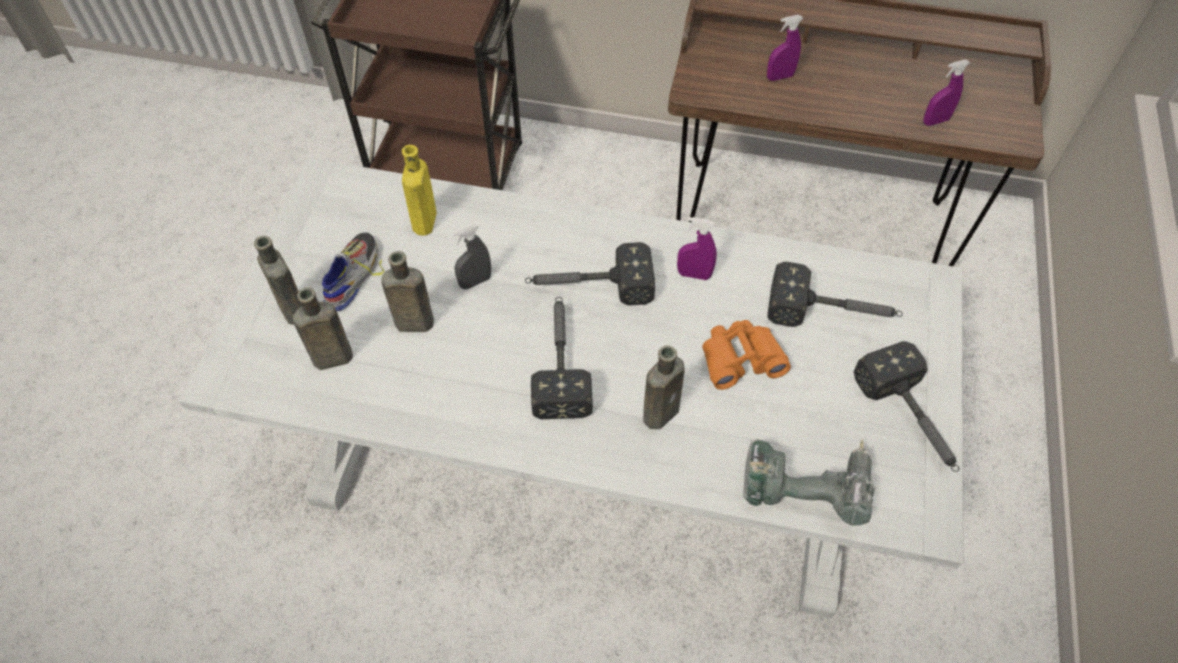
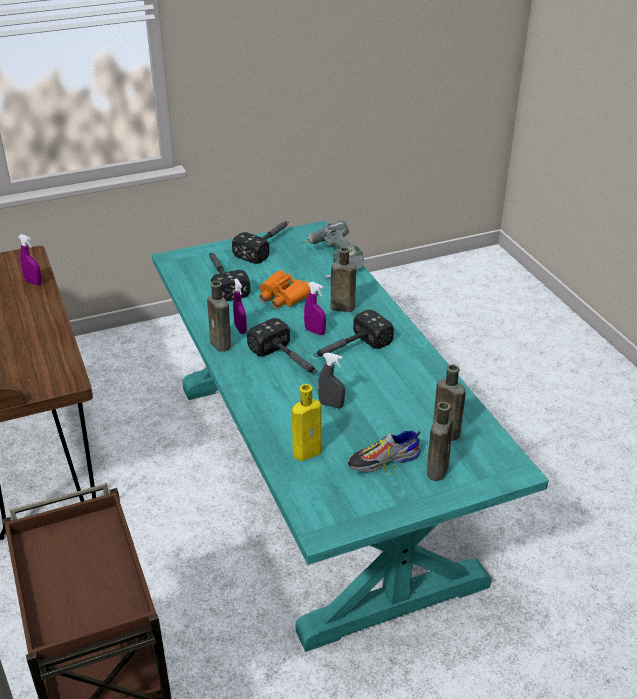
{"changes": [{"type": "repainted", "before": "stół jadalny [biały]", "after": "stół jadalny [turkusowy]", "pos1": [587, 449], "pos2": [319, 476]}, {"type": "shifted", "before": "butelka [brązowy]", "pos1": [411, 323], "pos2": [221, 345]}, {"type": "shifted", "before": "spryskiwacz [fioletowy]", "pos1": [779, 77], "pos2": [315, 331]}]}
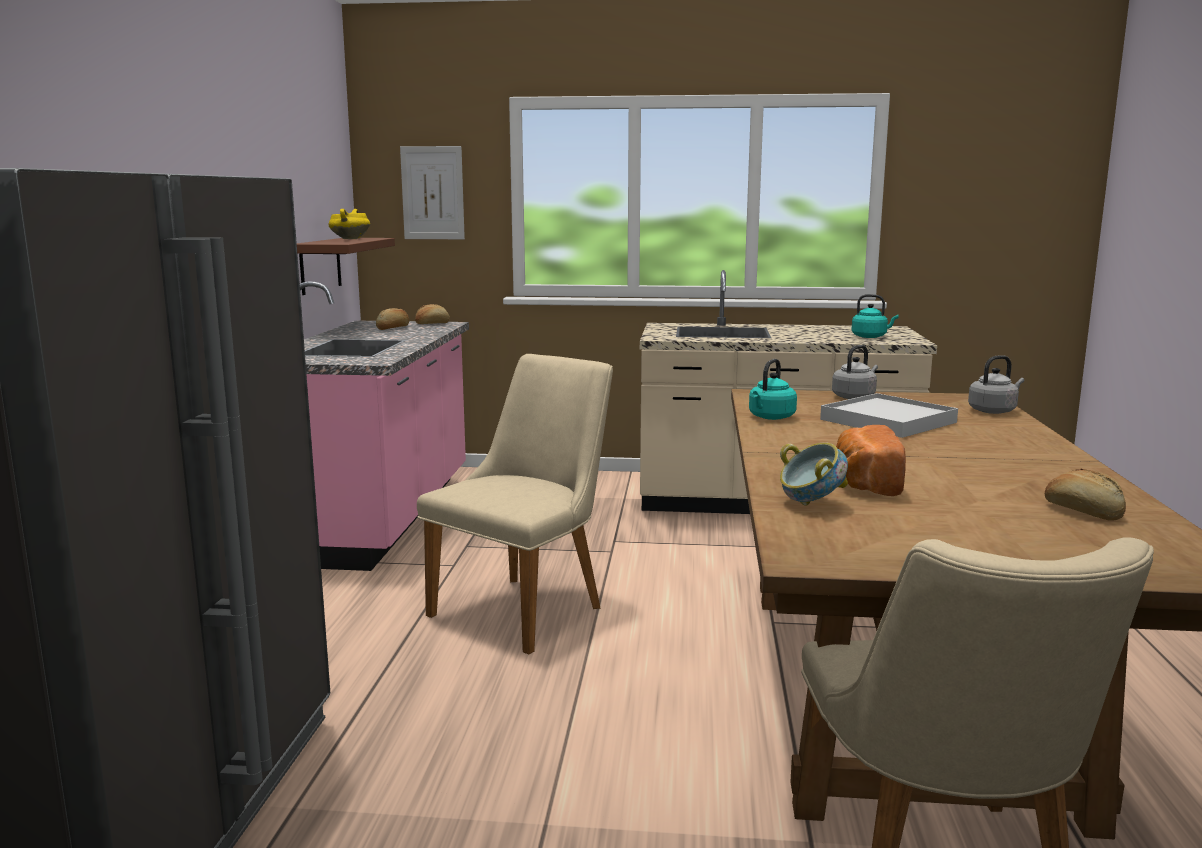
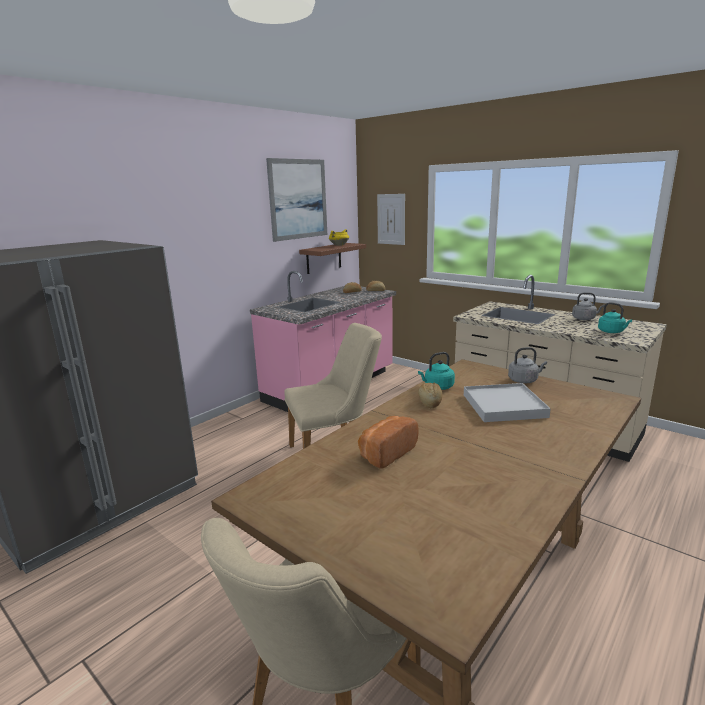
{"changes": [{"type": "new", "after": "obraz", "pos2": [298, 199]}, {"type": "shifted", "before": "chleb", "pos1": [1083, 511], "pos2": [430, 402]}, {"type": "shifted", "before": "czajnik [szary]", "pos1": [993, 411], "pos2": [584, 319]}, {"type": "gone", "before": "miska", "pos1": [810, 504]}]}
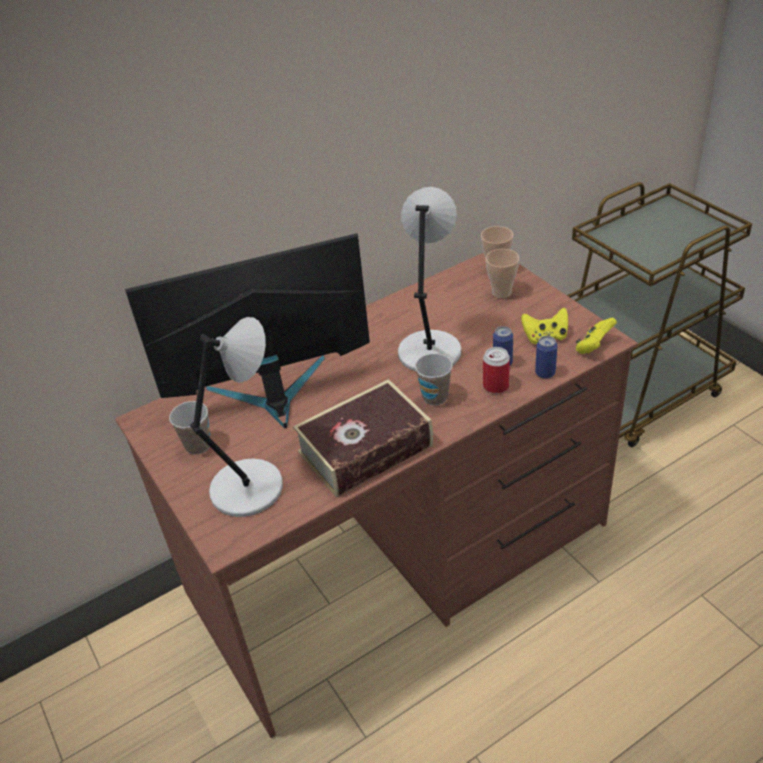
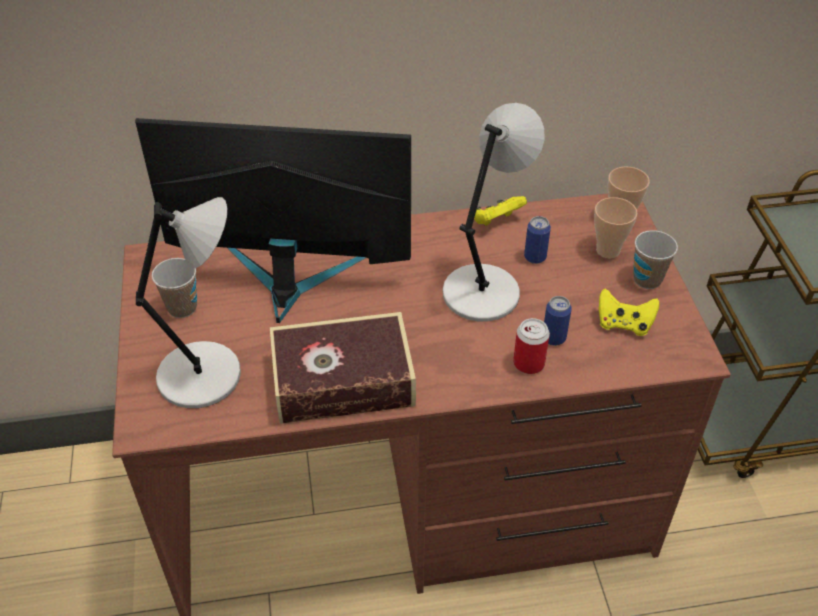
{"changes": [{"type": "shifted", "before": "pad do gier [żółty]", "pos1": [593, 347], "pos2": [497, 221]}, {"type": "shifted", "before": "puszka", "pos1": [545, 373], "pos2": [535, 257]}, {"type": "shifted", "before": "filiżanka", "pos1": [435, 397], "pos2": [647, 279]}]}
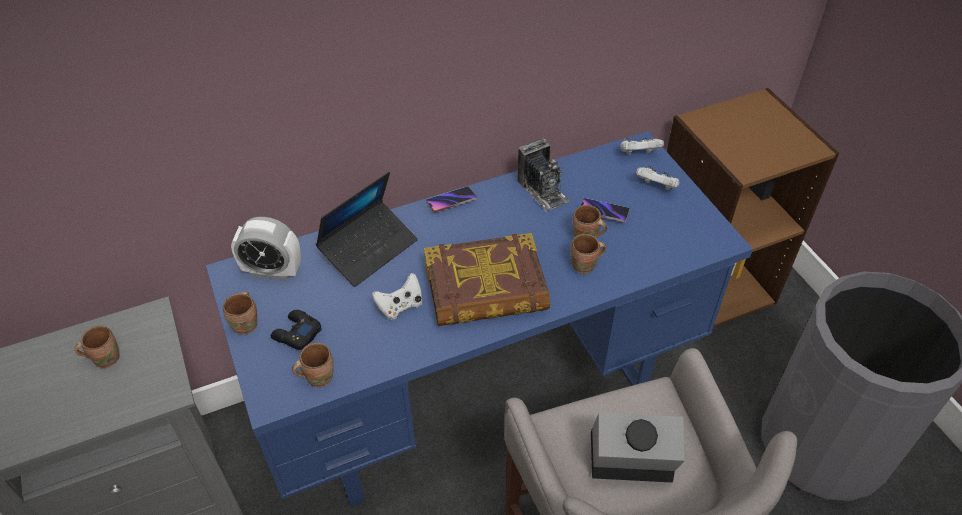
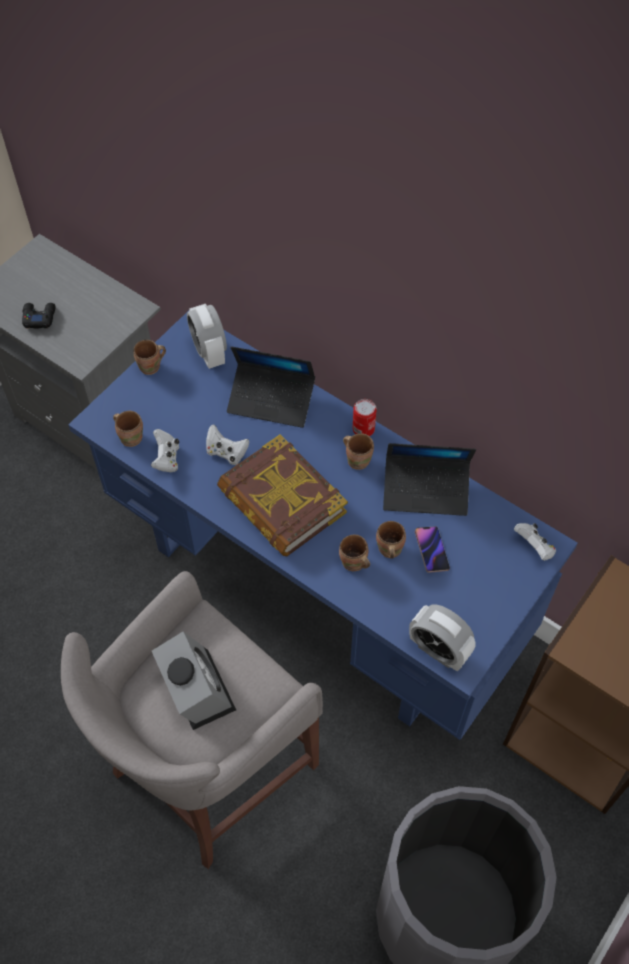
{"changes": [{"type": "shifted", "before": "pad do gier [czarny]", "pos1": [296, 334], "pos2": [39, 317]}, {"type": "shifted", "before": "pad do gier [biały]", "pos1": [656, 187], "pos2": [167, 459]}, {"type": "shifted", "before": "kubek [brązowy]", "pos1": [105, 357], "pos2": [358, 459]}, {"type": "swapped", "before": "telefon", "after": "puszka", "pos1": [451, 201], "pos2": [363, 429]}, {"type": "swapped", "before": "aparat fotograficzny", "after": "laptop", "pos1": [543, 190], "pos2": [426, 490]}, {"type": "new", "after": "budzik", "pos2": [438, 650]}]}
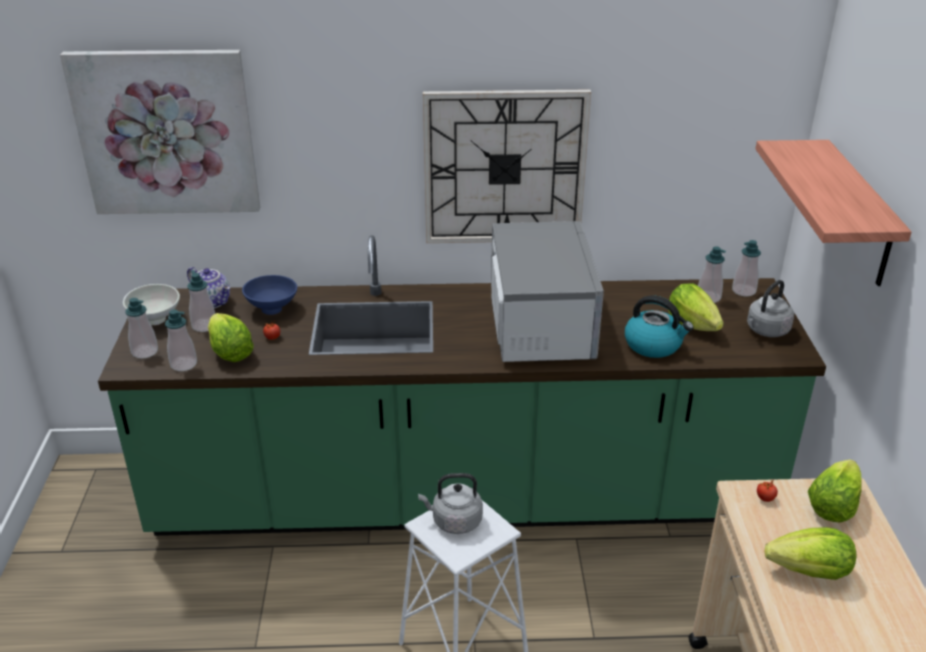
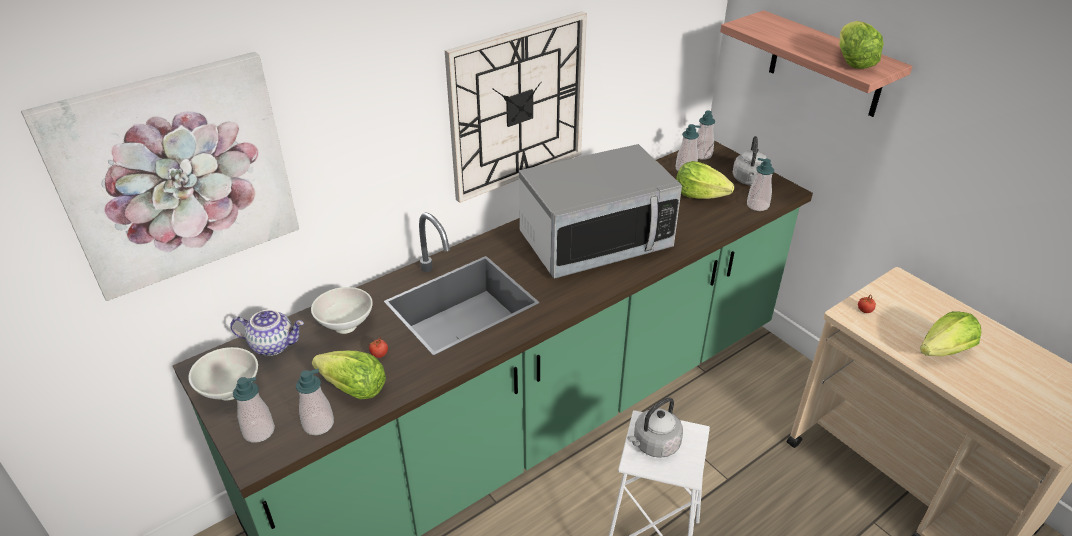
{"changes": [{"type": "repainted", "before": "miska [niebieski]", "after": "miska [biały]", "pos1": [272, 308], "pos2": [344, 325]}, {"type": "rotated", "before": "mikrofalówka", "pos1": [539, 325], "pos2": [595, 241], "turn": 105}, {"type": "shifted", "before": "dozownik mydła", "pos1": [204, 326], "pos2": [757, 205]}, {"type": "shifted", "before": "sałata", "pos1": [832, 506], "pos2": [853, 62]}, {"type": "gone", "before": "czajnik", "pos1": [654, 345]}]}
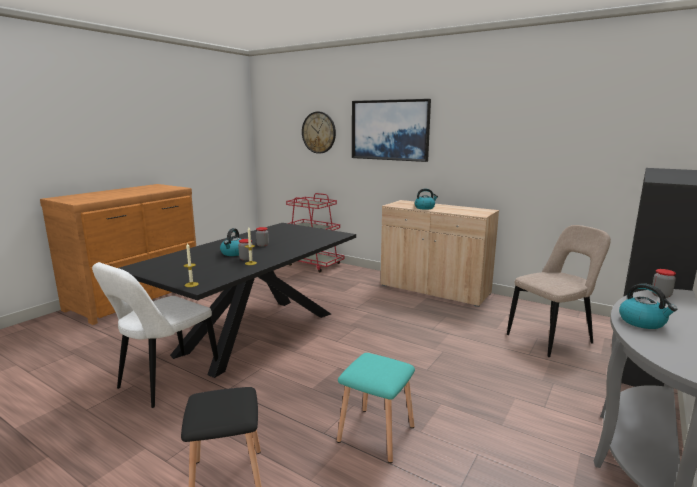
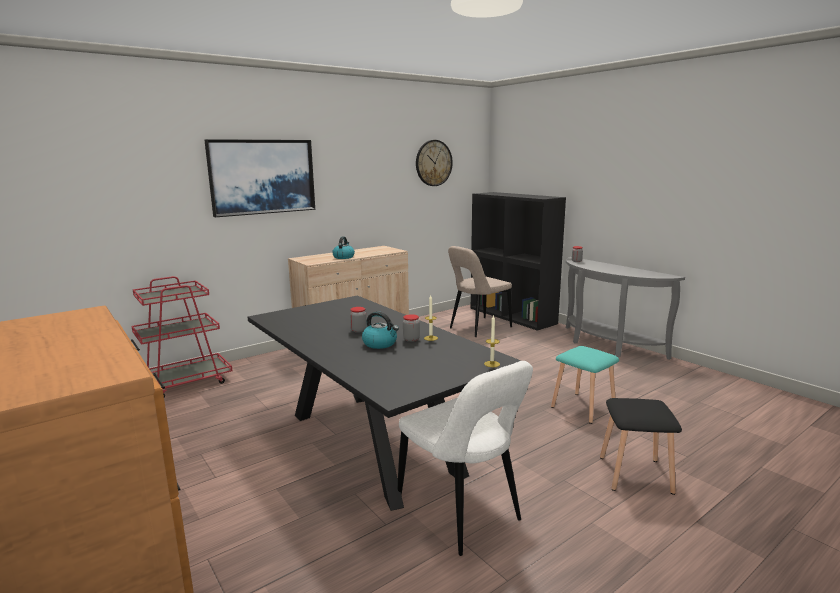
{"changes": [{"type": "shifted", "before": "zegar ścienny", "pos1": [319, 132], "pos2": [433, 163]}, {"type": "rotated", "before": "krzesło [beżowy]", "pos1": [552, 338], "pos2": [478, 328], "turn": -120}, {"type": "gone", "before": "czajnik", "pos1": [643, 322]}]}
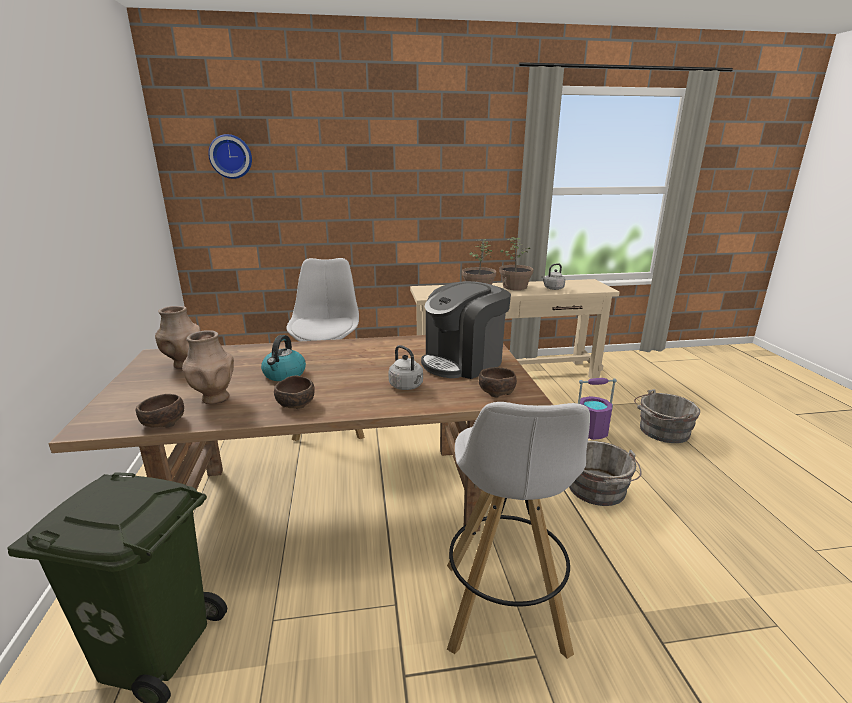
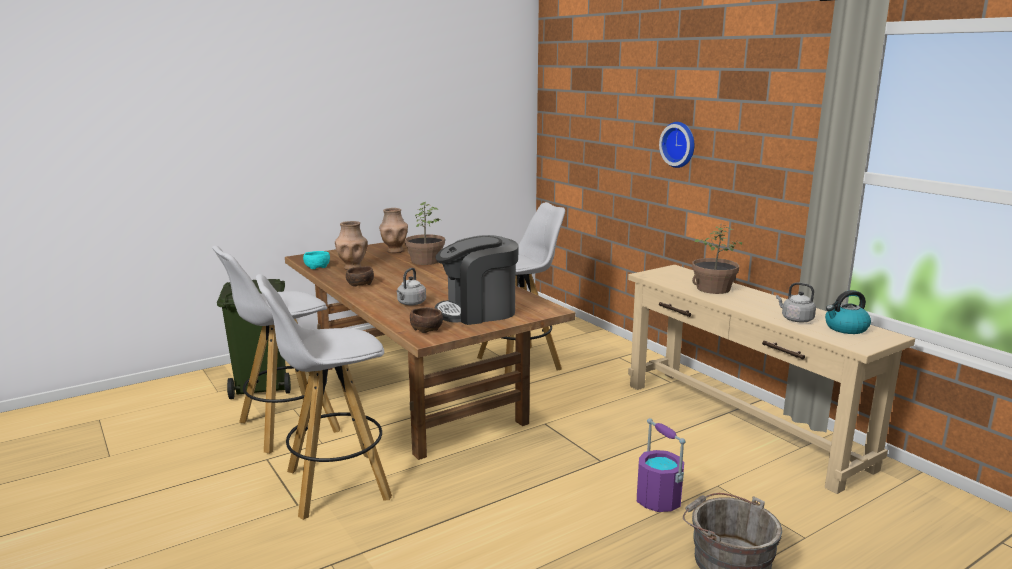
{"changes": [{"type": "new", "after": "stołek [biały]", "pos2": [287, 427]}, {"type": "repainted", "before": "miska [brązowy]", "after": "miska [turkusowy]", "pos1": [162, 422], "pos2": [317, 266]}, {"type": "shifted", "before": "roślina doniczkowa", "pos1": [515, 287], "pos2": [425, 261]}, {"type": "rotated", "before": "ekspres do kawy", "pos1": [463, 362], "pos2": [478, 311], "turn": -45}, {"type": "shifted", "before": "zegar ścienny", "pos1": [231, 156], "pos2": [680, 144]}, {"type": "shifted", "before": "czajnik", "pos1": [284, 374], "pos2": [845, 328]}, {"type": "gone", "before": "wiadro [szary]", "pos1": [598, 490]}]}
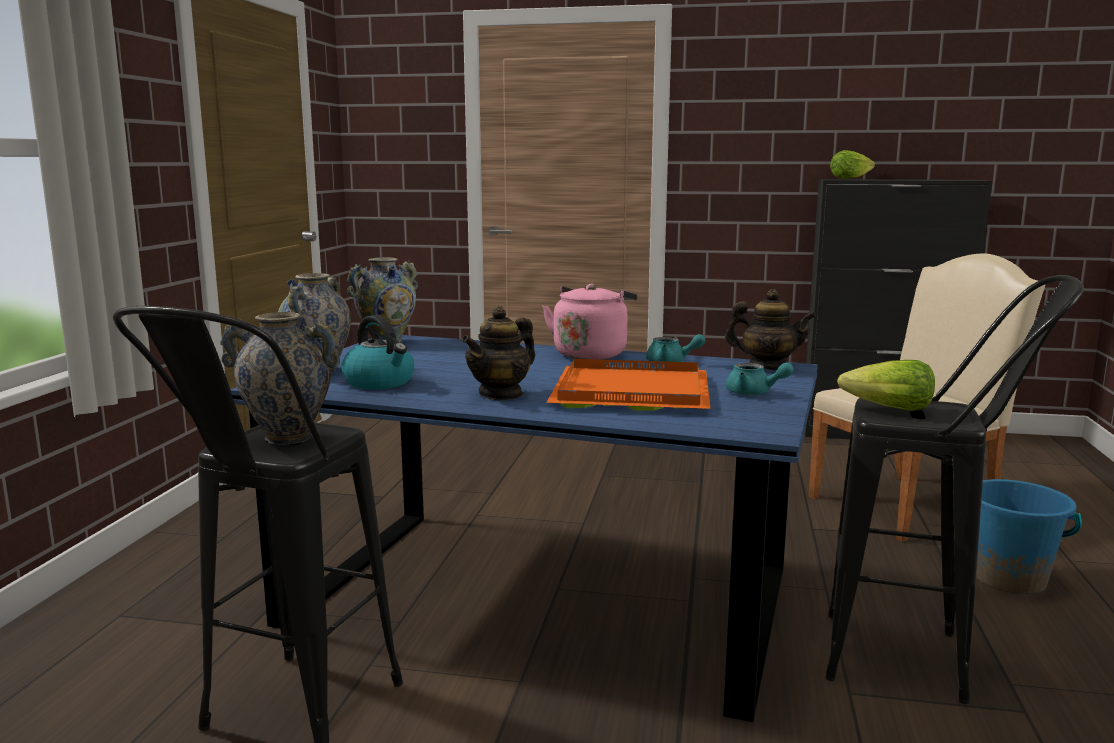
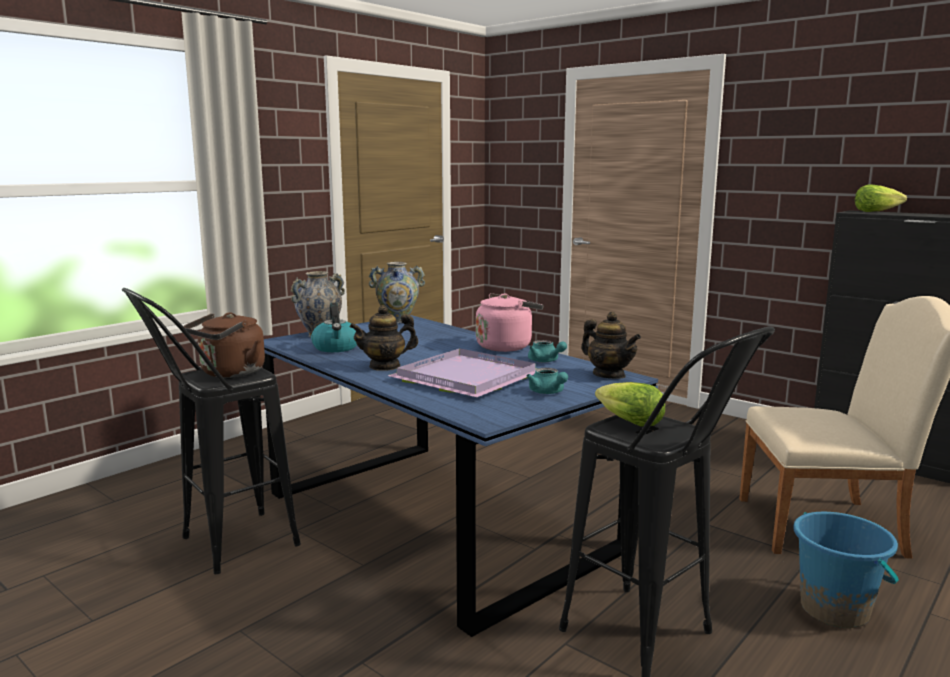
{"changes": [{"type": "swapped", "before": "wazon", "after": "czajnik [brązowy]", "pos1": [288, 437], "pos2": [230, 373]}, {"type": "repainted", "before": "taca [pomarańczowy]", "after": "taca [fioletowy]", "pos1": [634, 391], "pos2": [469, 378]}]}
